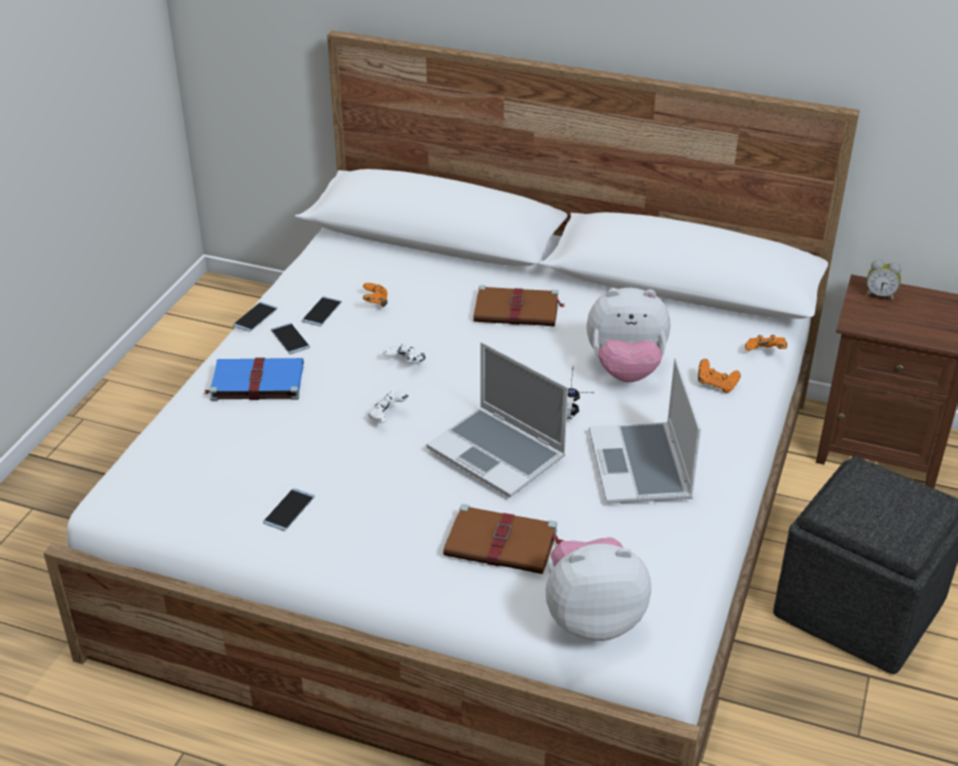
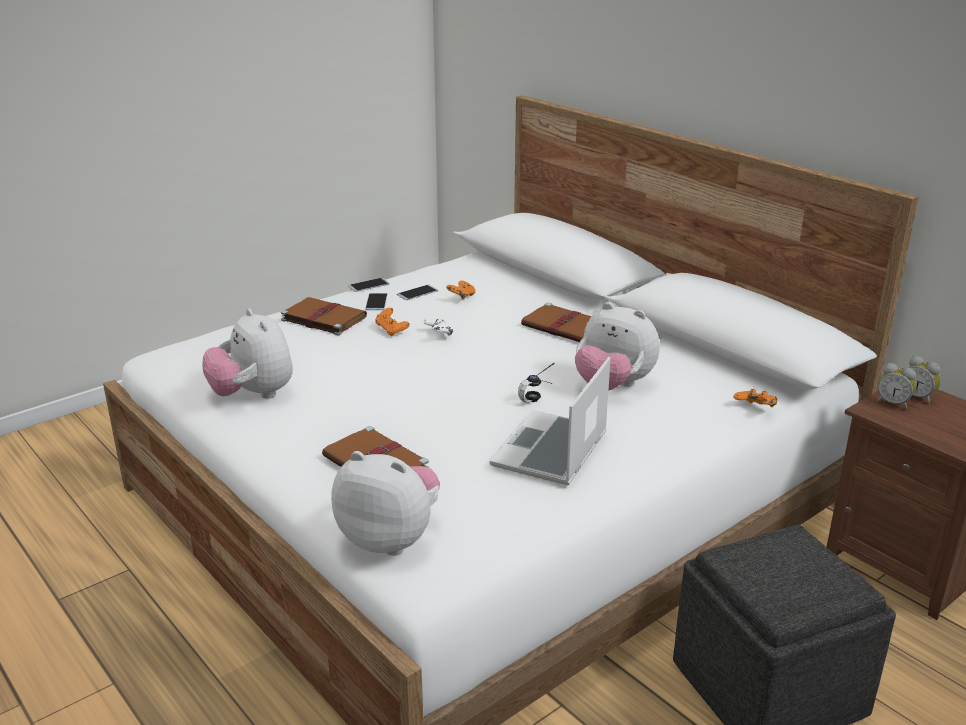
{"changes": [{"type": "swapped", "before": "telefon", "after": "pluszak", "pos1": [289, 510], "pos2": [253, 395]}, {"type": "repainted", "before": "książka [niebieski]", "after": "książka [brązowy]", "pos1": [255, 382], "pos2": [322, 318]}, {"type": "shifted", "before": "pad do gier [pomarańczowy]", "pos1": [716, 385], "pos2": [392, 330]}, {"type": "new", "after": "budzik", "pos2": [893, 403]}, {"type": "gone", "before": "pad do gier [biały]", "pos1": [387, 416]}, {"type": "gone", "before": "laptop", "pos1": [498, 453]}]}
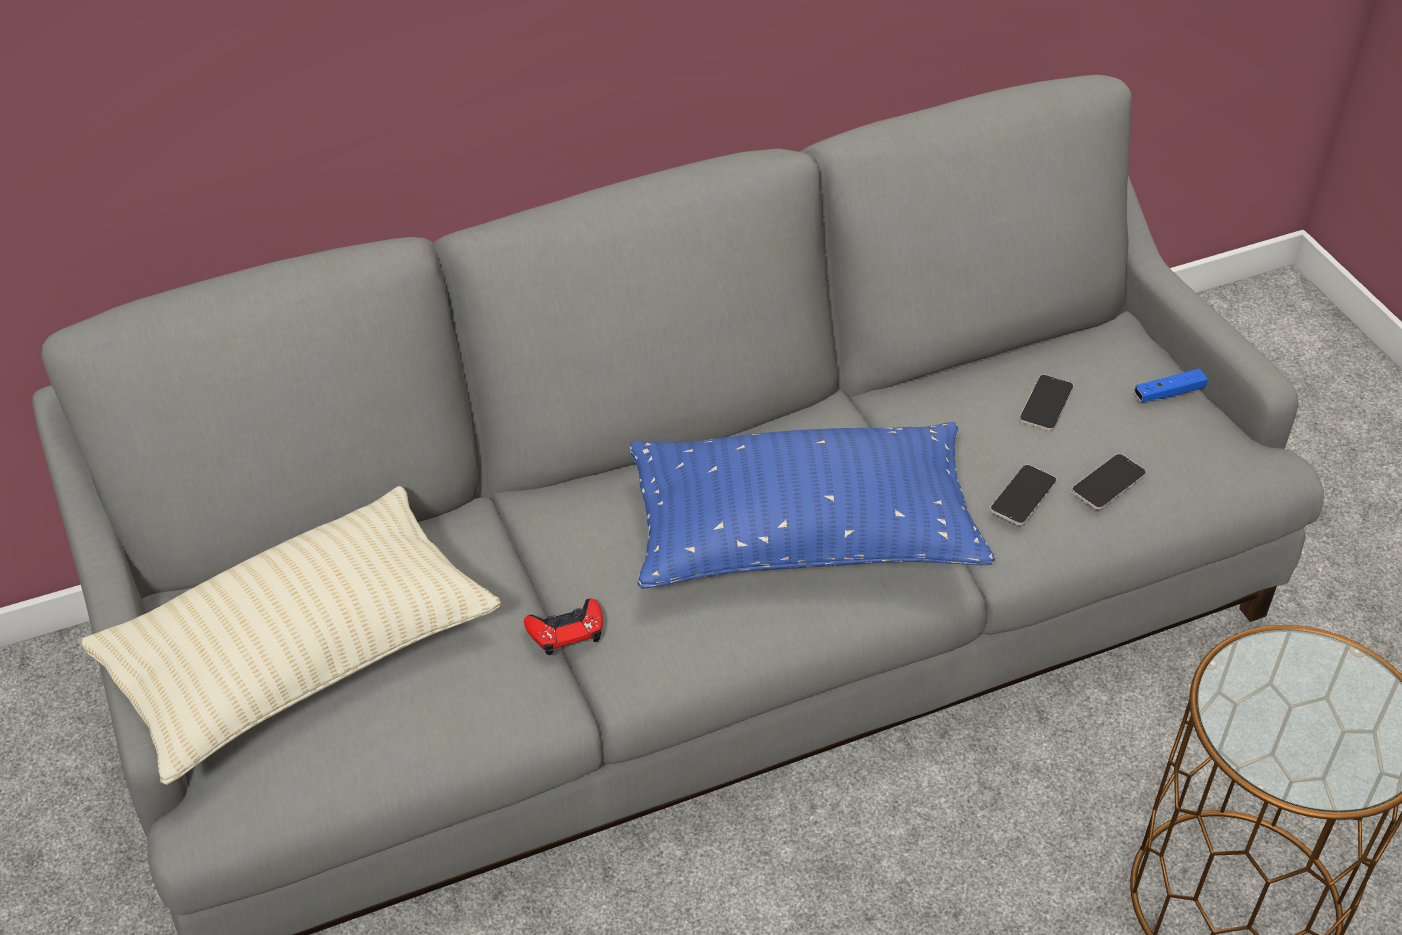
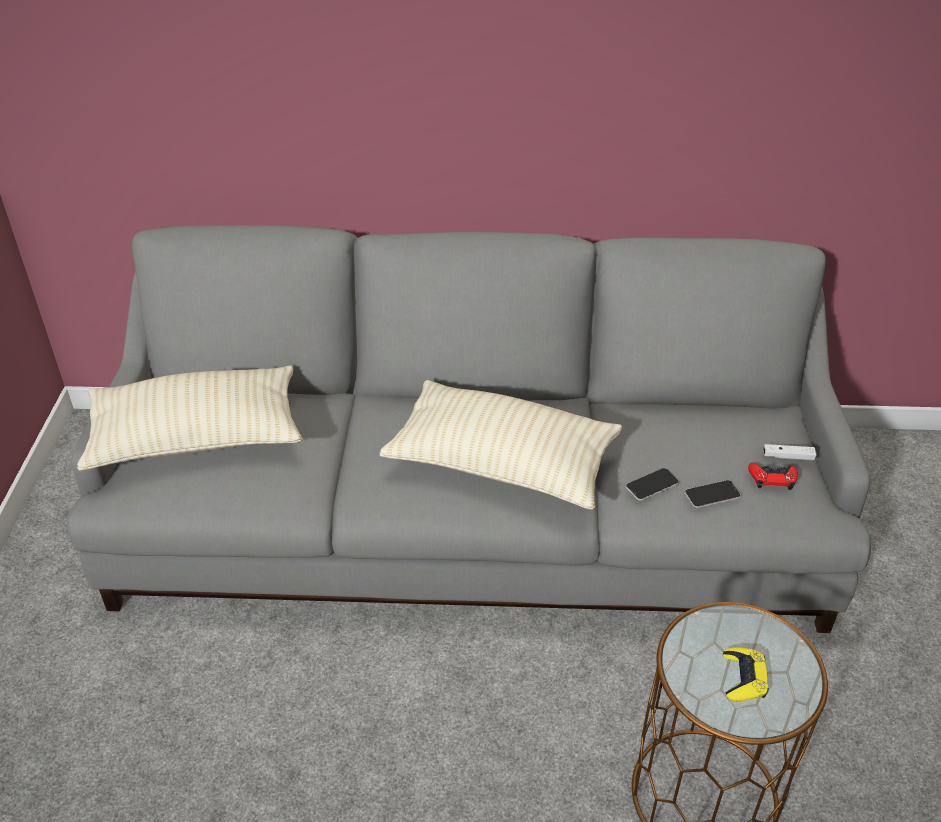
{"changes": [{"type": "repainted", "before": "poduszka [niebieski]", "after": "poduszka [beżowy]", "pos1": [803, 536], "pos2": [502, 464]}, {"type": "new", "after": "pad do gier [żółty]", "pos2": [743, 678]}, {"type": "shifted", "before": "pad do gier [czerwony]", "pos1": [566, 631], "pos2": [772, 478]}, {"type": "repainted", "before": "pad do gier [niebieski]", "after": "pad do gier [biały]", "pos1": [1169, 393], "pos2": [788, 457]}, {"type": "gone", "before": "telefon", "pos1": [1046, 403]}]}
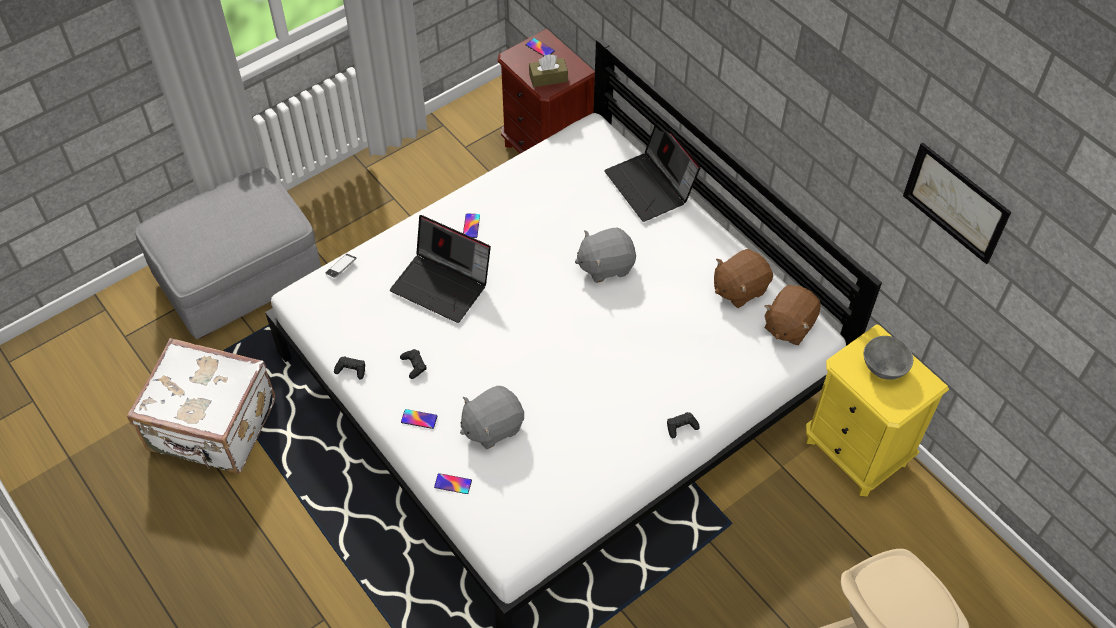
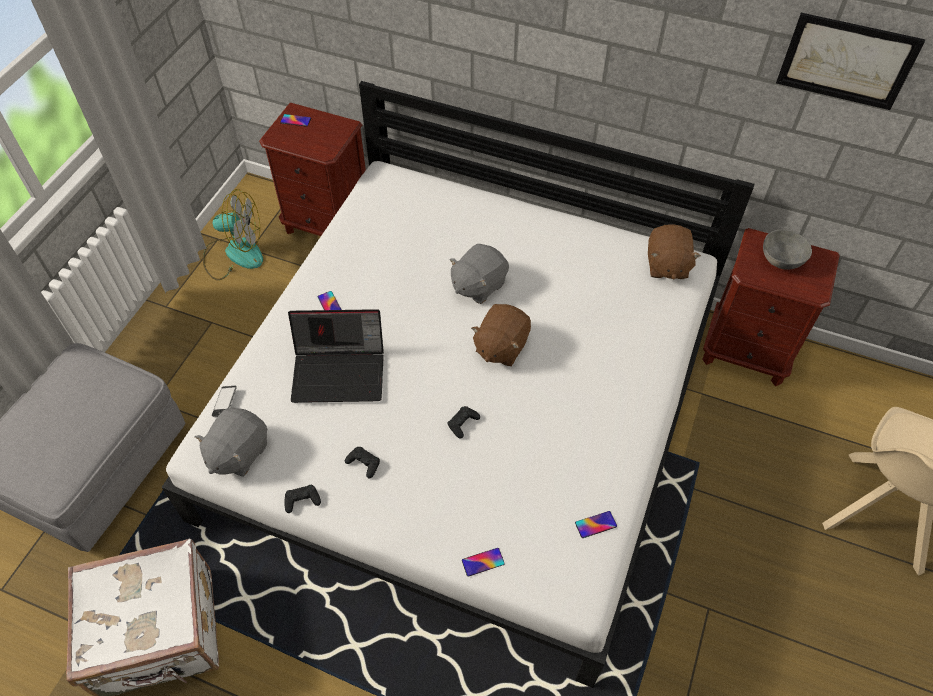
{"changes": [{"type": "shifted", "before": "pluszak [szary]", "pos1": [492, 426], "pos2": [238, 452]}, {"type": "new", "after": "wentylator", "pos2": [234, 254]}, {"type": "shifted", "before": "pad do gier [czarny]", "pos1": [681, 427], "pos2": [462, 423]}, {"type": "shifted", "before": "pluszak [brązowy]", "pos1": [739, 288], "pos2": [500, 346]}, {"type": "shifted", "before": "telefon", "pos1": [419, 419], "pos2": [595, 524]}, {"type": "repainted", "before": "szafka nocna [żółty]", "after": "szafka nocna [brązowy]", "pos1": [856, 451], "pos2": [746, 352]}, {"type": "gone", "before": "pudełko chusteczek [brązowy]", "pos1": [548, 78]}, {"type": "gone", "before": "laptop", "pos1": [651, 186]}]}
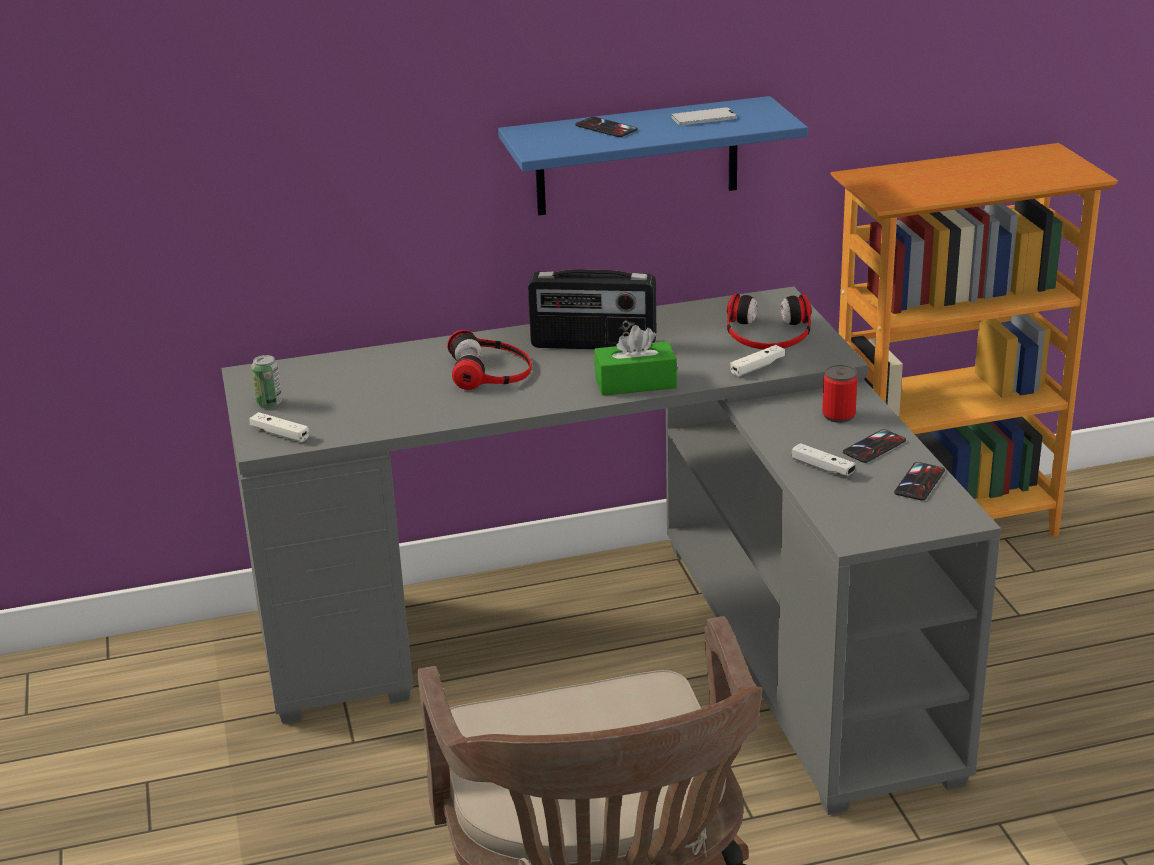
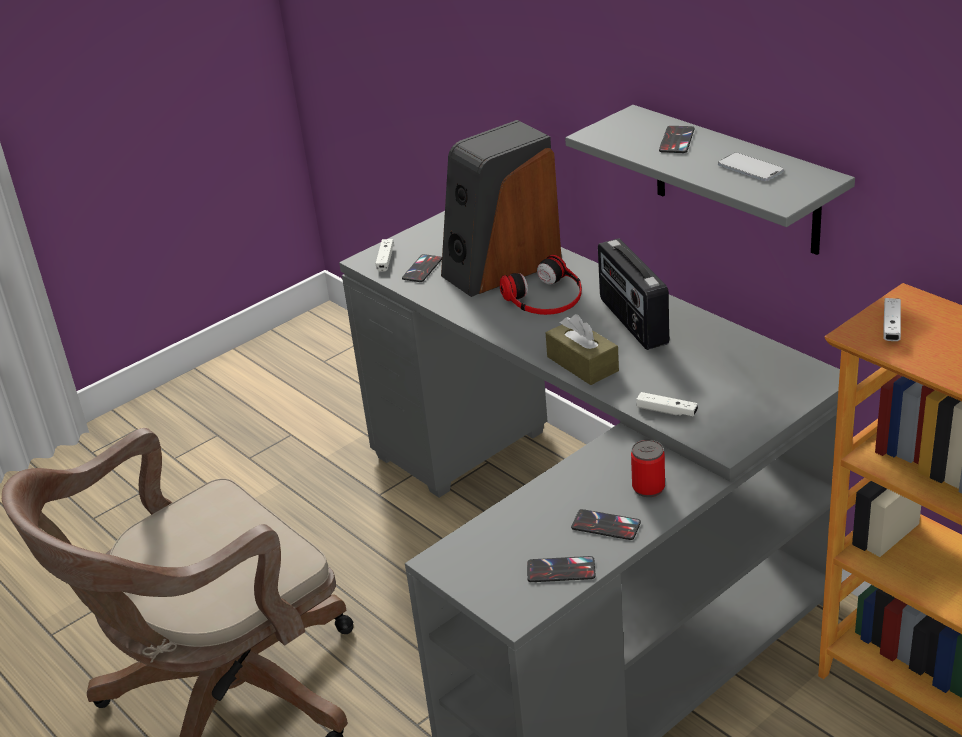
{"changes": [{"type": "new", "after": "telefon", "pos2": [422, 269]}, {"type": "new", "after": "głośnik", "pos2": [501, 267]}, {"type": "repainted", "before": "pudełko chusteczek [zielony]", "after": "pudełko chusteczek [brązowy]", "pos1": [635, 383], "pos2": [582, 364]}, {"type": "repainted", "before": "półka [niebieski]", "after": "półka [szary]", "pos1": [637, 157], "pos2": [736, 180]}, {"type": "shifted", "before": "pad do gier [biały]", "pos1": [822, 467], "pos2": [891, 327]}, {"type": "gone", "before": "puszka", "pos1": [269, 403]}, {"type": "gone", "before": "słuchawki", "pos1": [768, 332]}]}
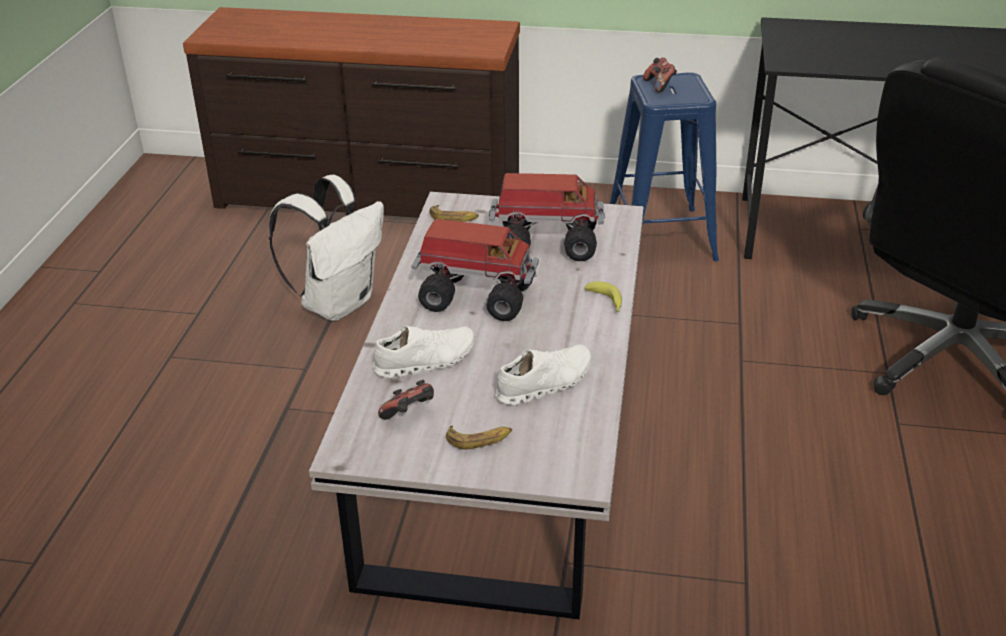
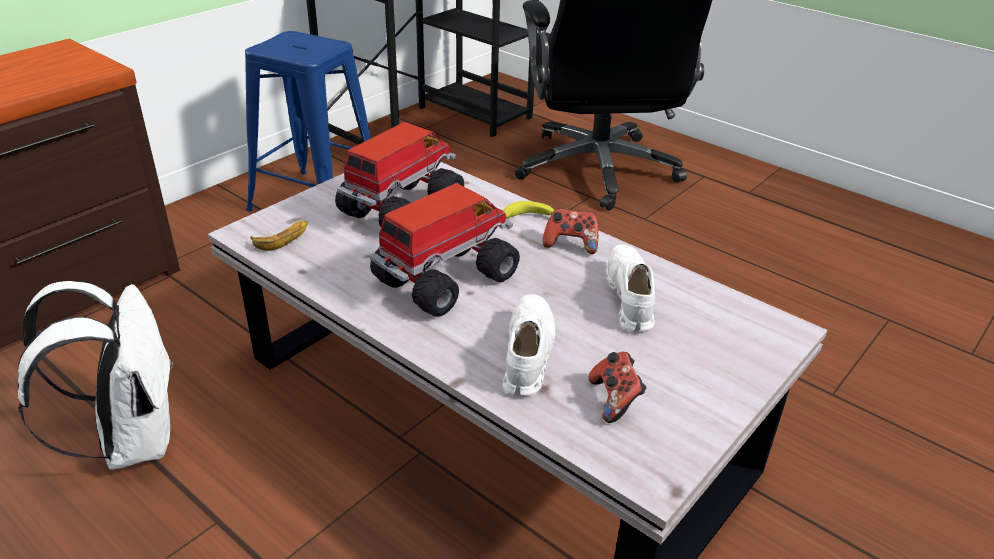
{"changes": [{"type": "shifted", "before": "pad do gier", "pos1": [659, 85], "pos2": [570, 244]}, {"type": "gone", "before": "banan", "pos1": [479, 439]}]}
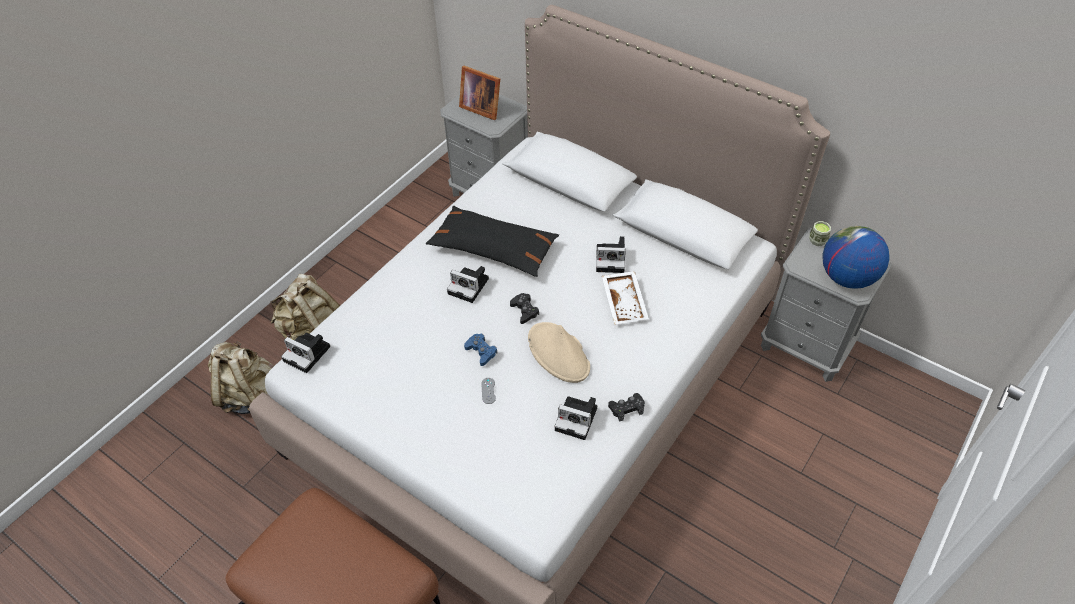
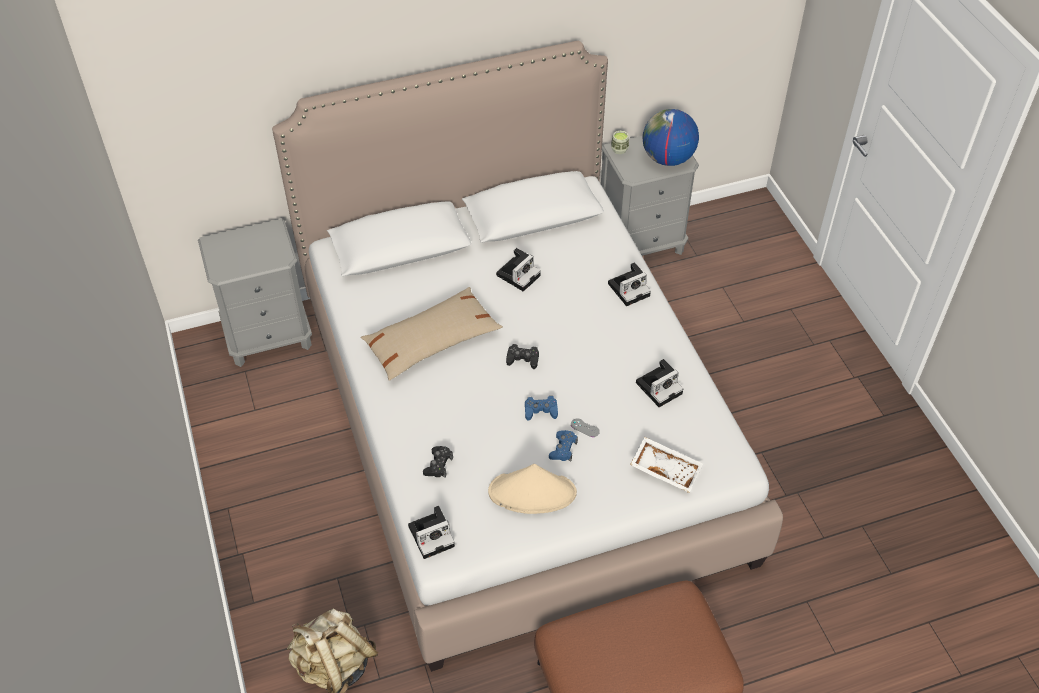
{"changes": [{"type": "repainted", "before": "poduszka [czarny]", "after": "poduszka [beżowy]", "pos1": [493, 249], "pos2": [431, 342]}, {"type": "shifted", "before": "pad do gier [czarny]", "pos1": [626, 408], "pos2": [438, 465]}, {"type": "shifted", "before": "kapelusz [beżowy]", "pos1": [559, 353], "pos2": [532, 492]}, {"type": "new", "after": "pad do gier [niebieski]", "pos2": [563, 449]}, {"type": "shifted", "before": "aparat fotograficzny", "pos1": [470, 286], "pos2": [629, 289]}, {"type": "shifted", "before": "taca [biały]", "pos1": [625, 302], "pos2": [666, 469]}, {"type": "gone", "before": "plecak [beżowy]", "pos1": [311, 331]}, {"type": "gone", "before": "ramka na zdjęcie", "pos1": [481, 107]}]}
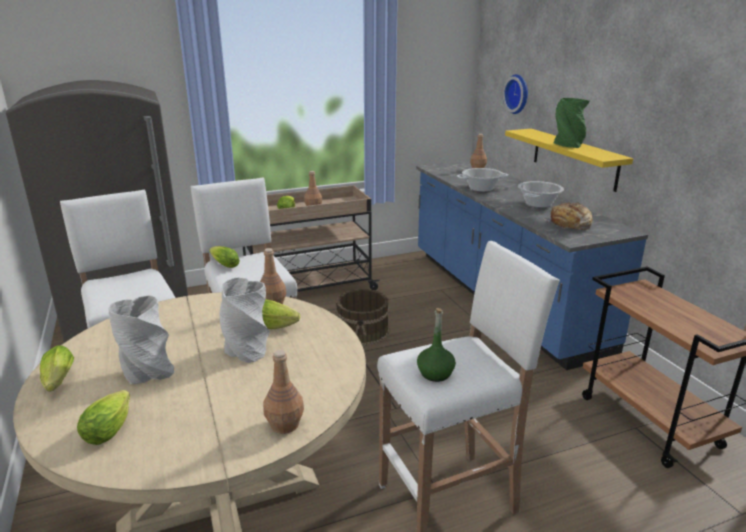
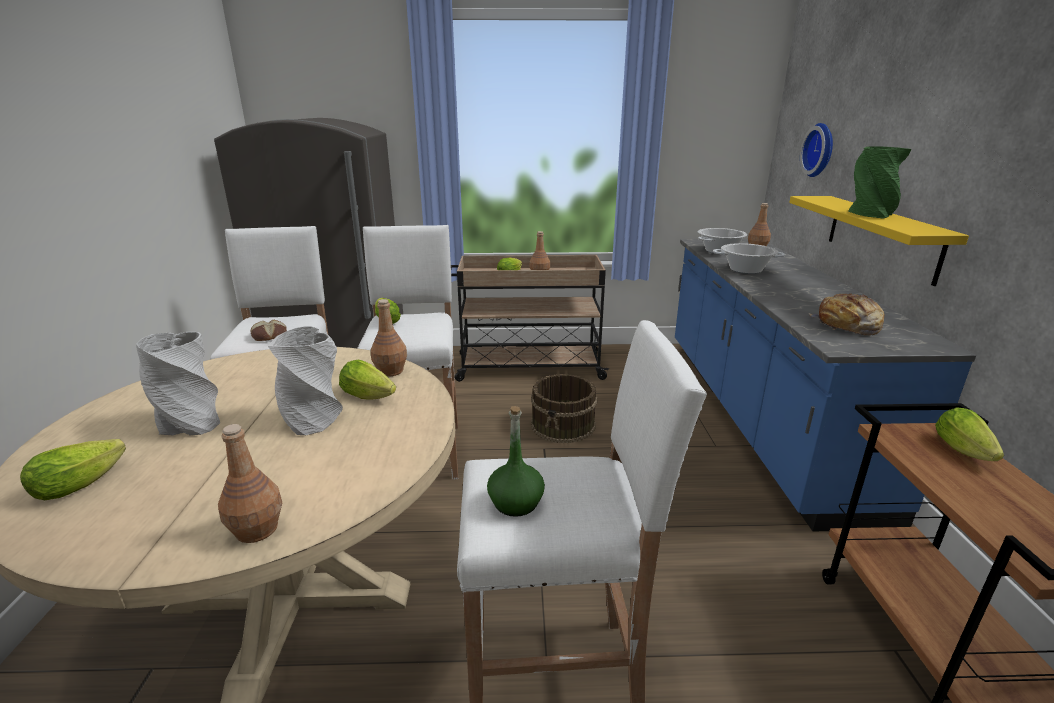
{"changes": [{"type": "new", "after": "chleb", "pos2": [269, 336]}, {"type": "shifted", "before": "garnek", "pos1": [538, 204], "pos2": [719, 251]}, {"type": "shifted", "before": "sałata", "pos1": [58, 383], "pos2": [965, 451]}]}
